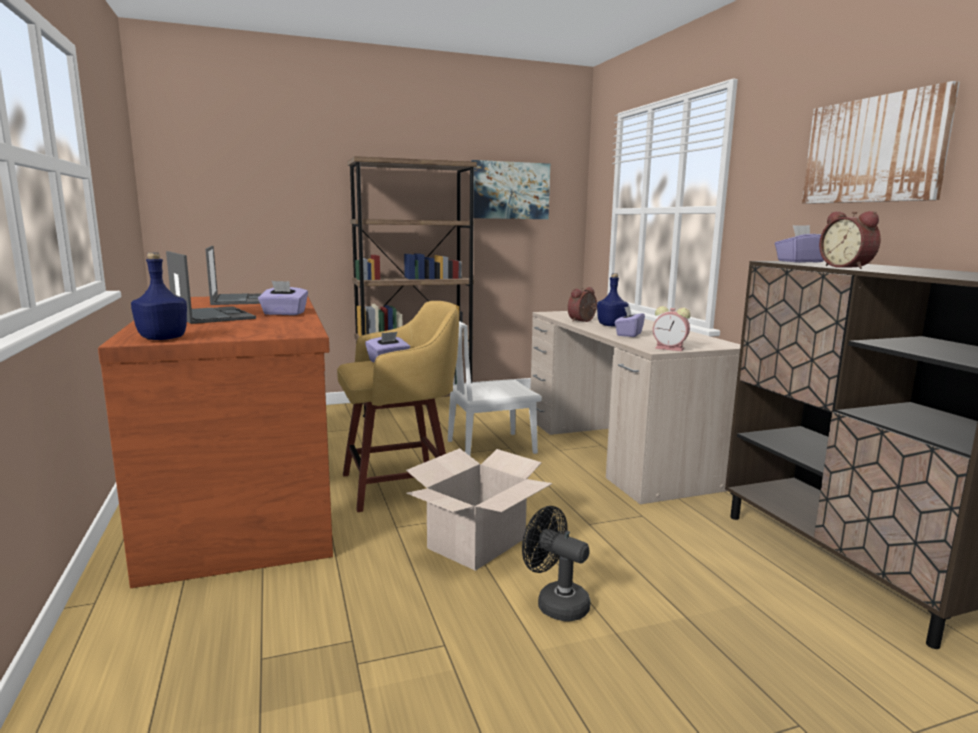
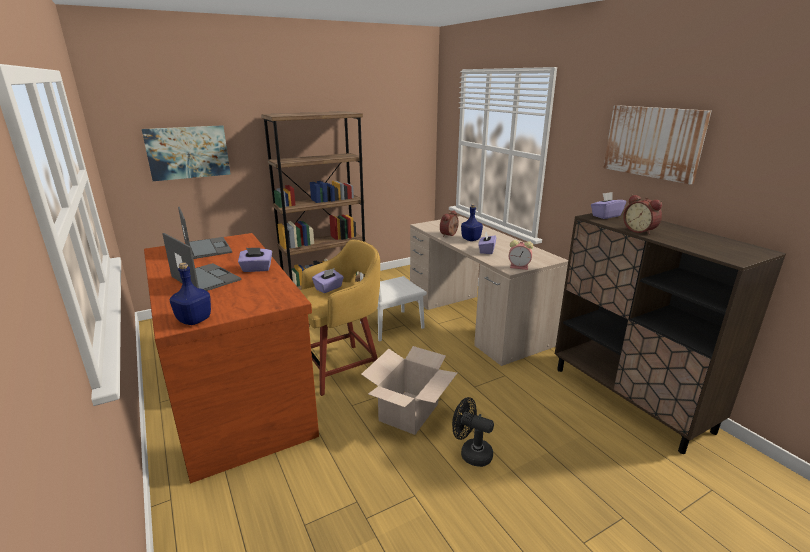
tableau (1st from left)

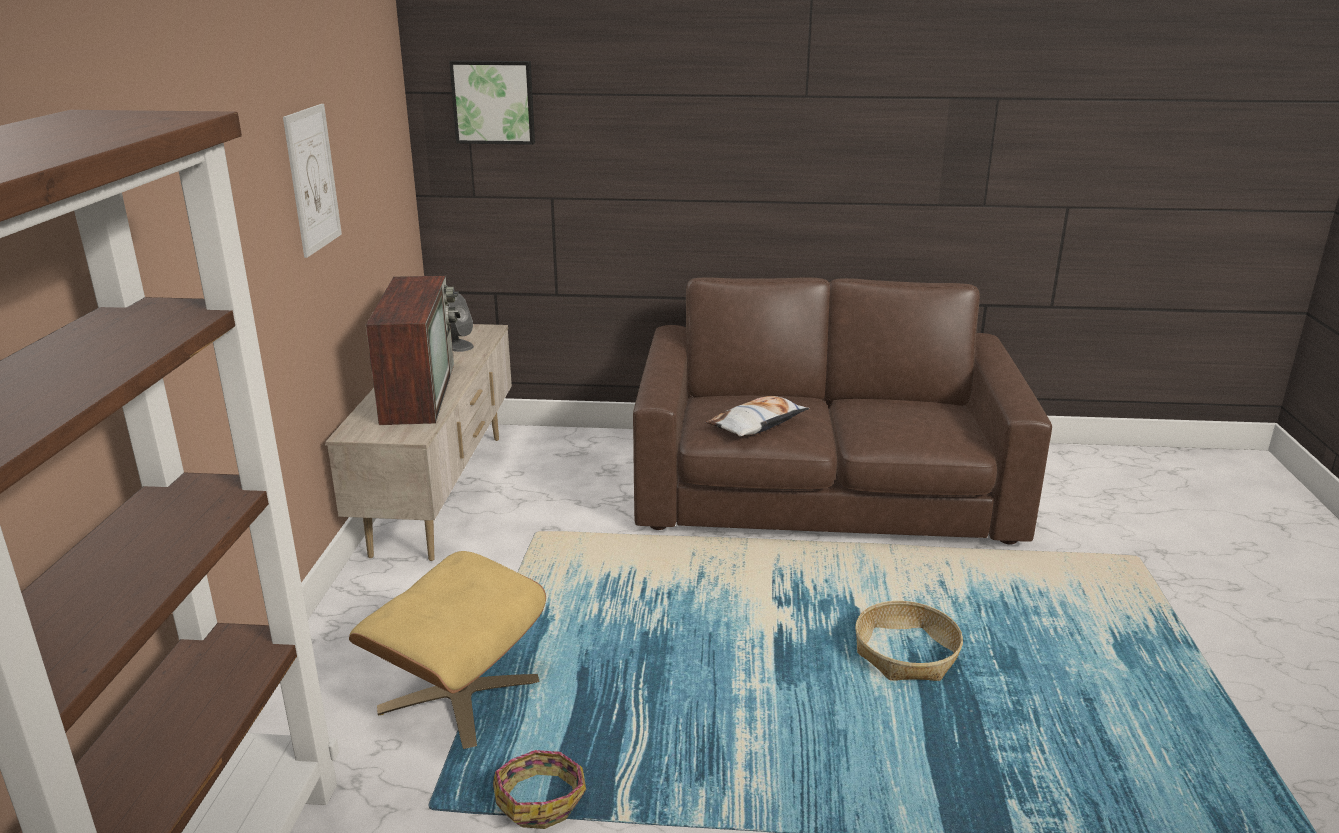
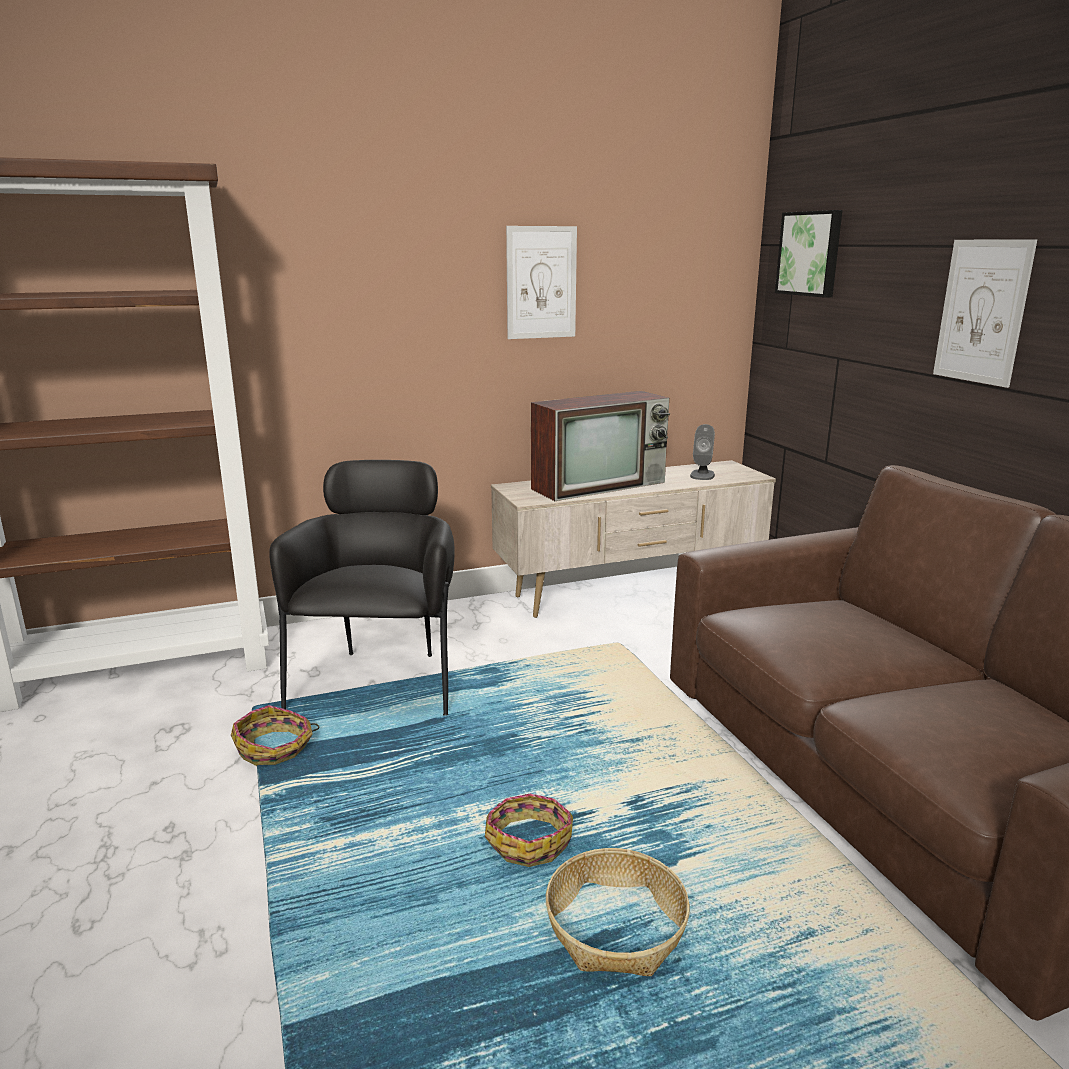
coussin
panier (2nd from left)
tableau (3rd from left)
fauteuil (noir)

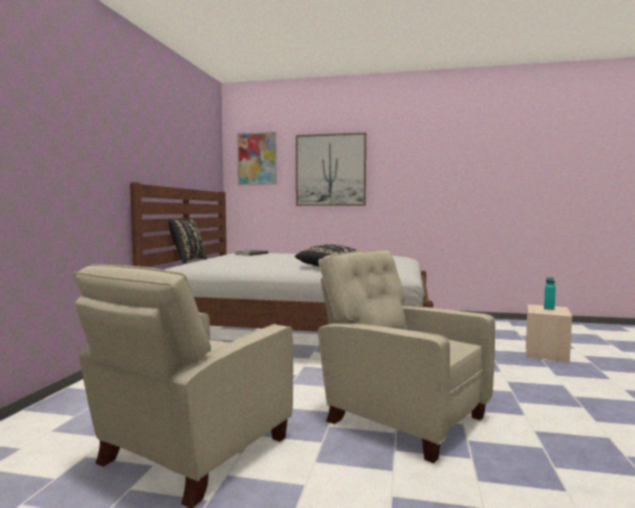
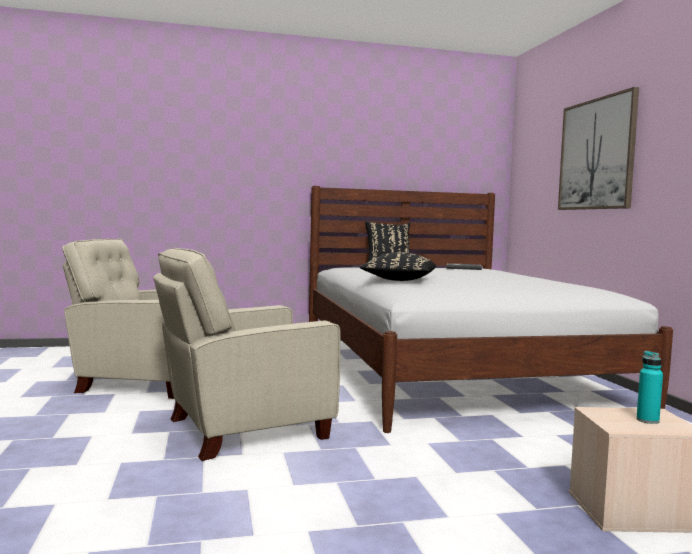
tableau (1st from left in the first image)
fauteuil (beige) (2nd from left)

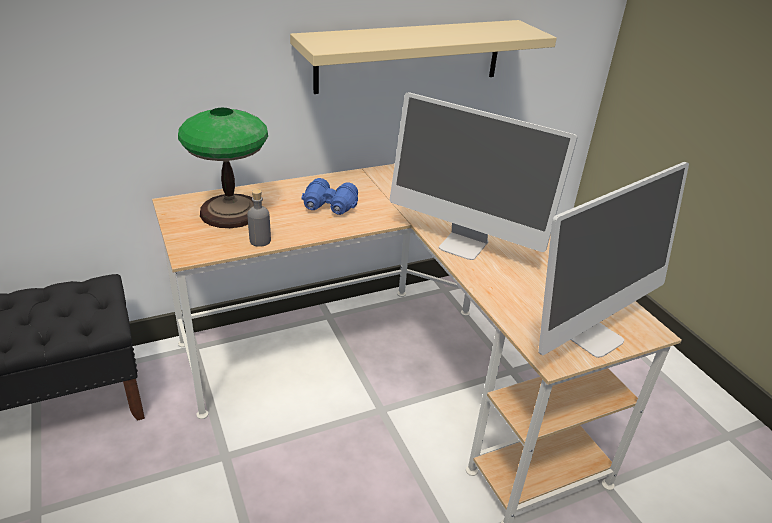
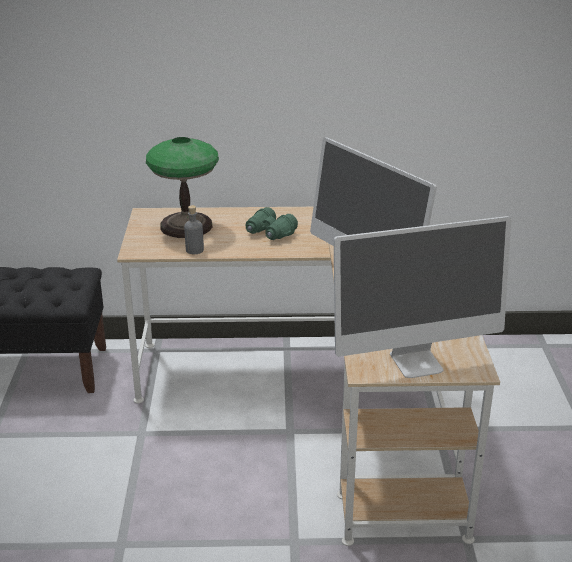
étagère (beige)
jumelles (vert)

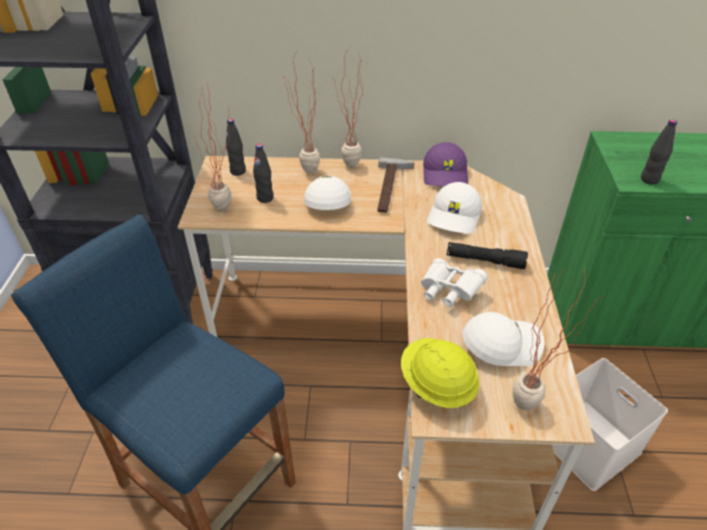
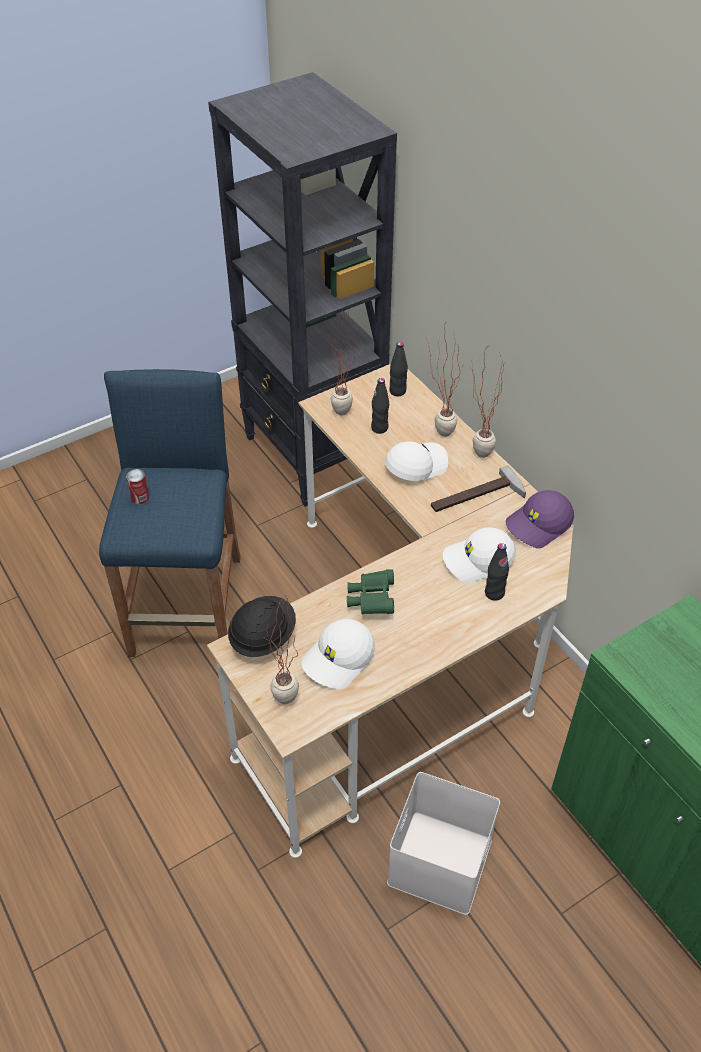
lampe de poche (noir)
boîte métallique
bouteille (noir) (3rd from left)
casque de chantier (noir)
jumelles (vert)
casquette (blanc) (1st from left)

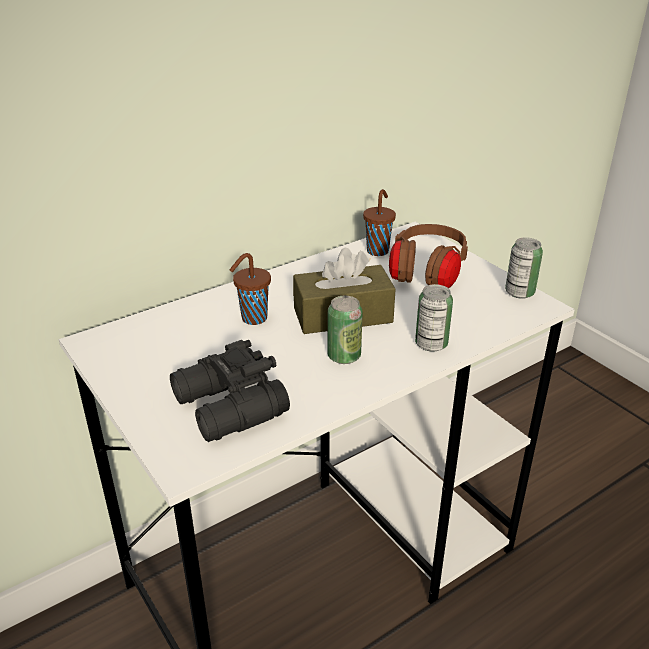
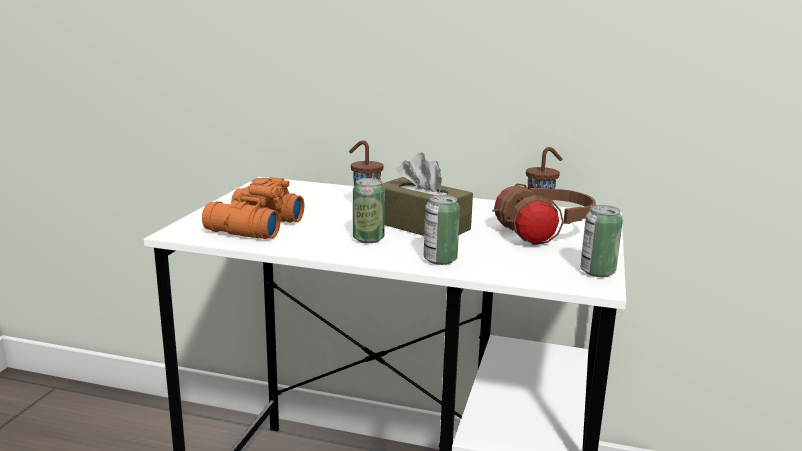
jumelles (orange)

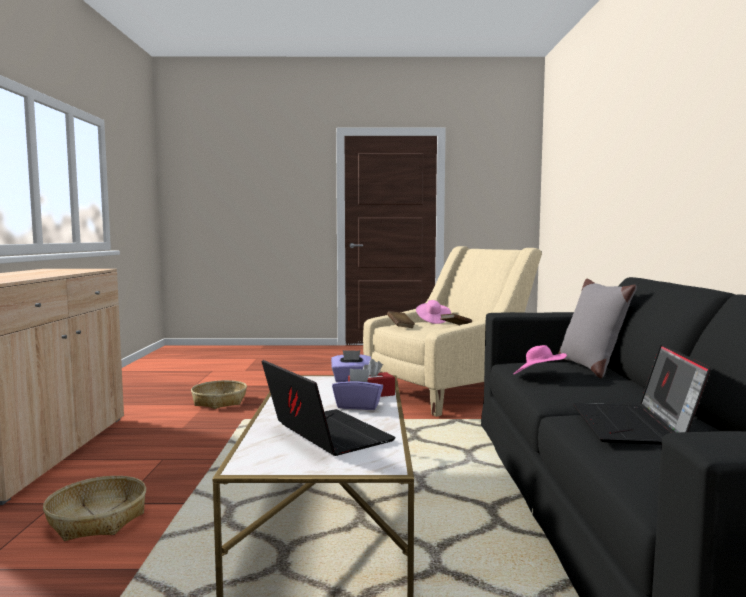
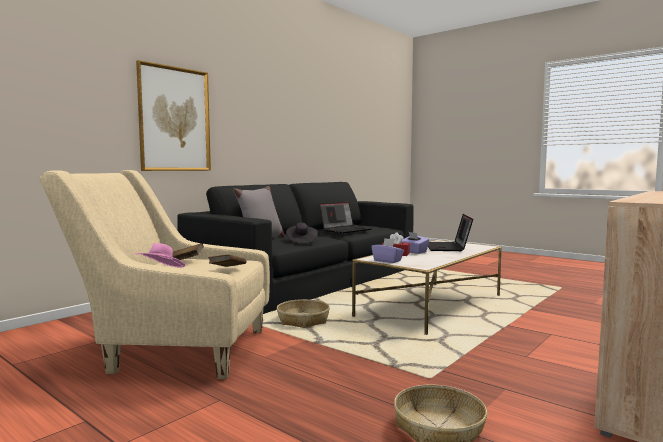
tableau
panier (1st from left)
chapeau (noir)

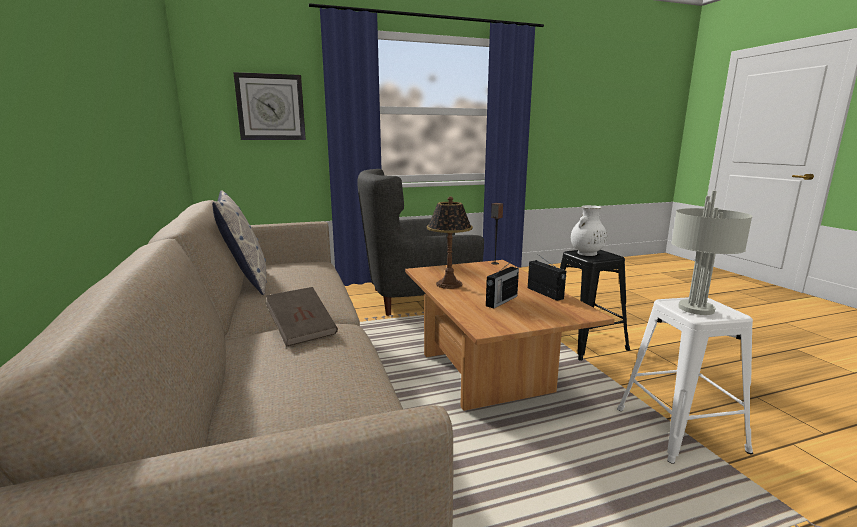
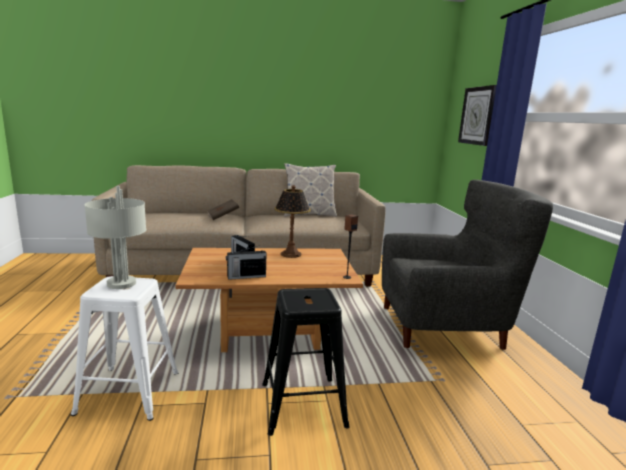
vase (blanc)
fauteuil (gris)

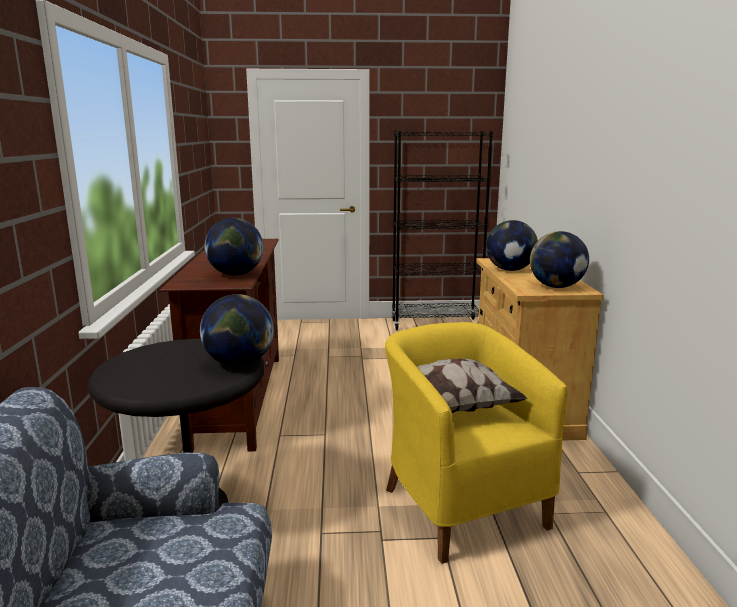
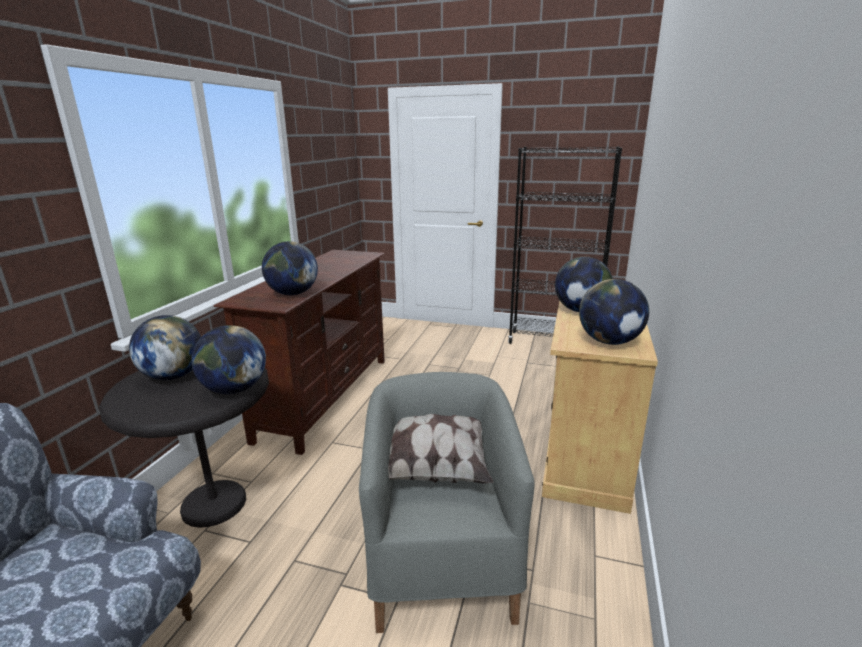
globe (1st from left)
fauteuil (gris)

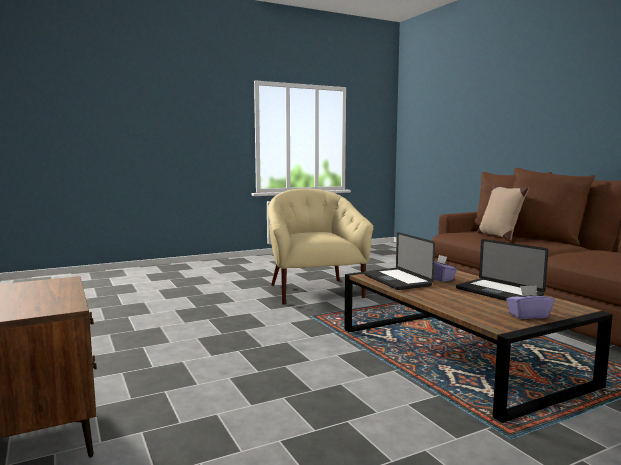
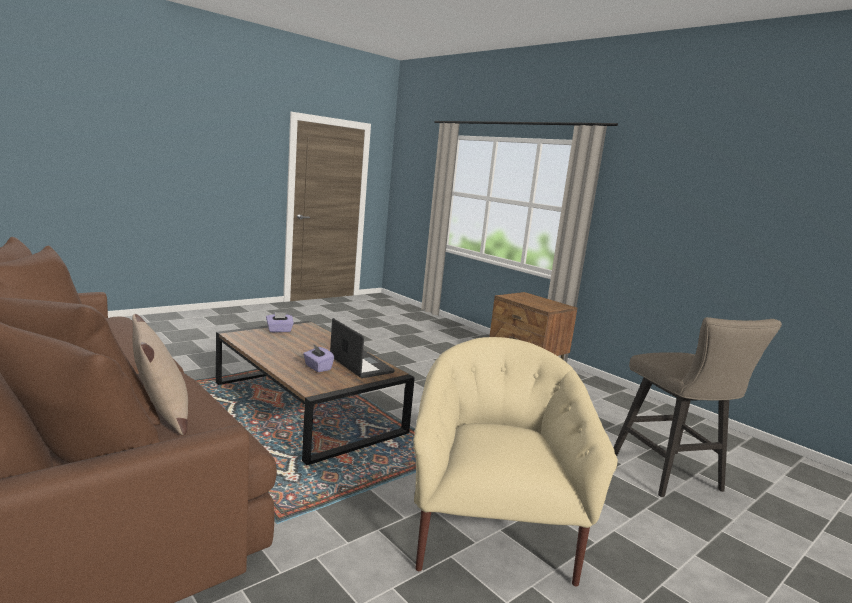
ordinateur portable (2nd from left in the first image)
tabouret (beige)
fauteuil (beige)

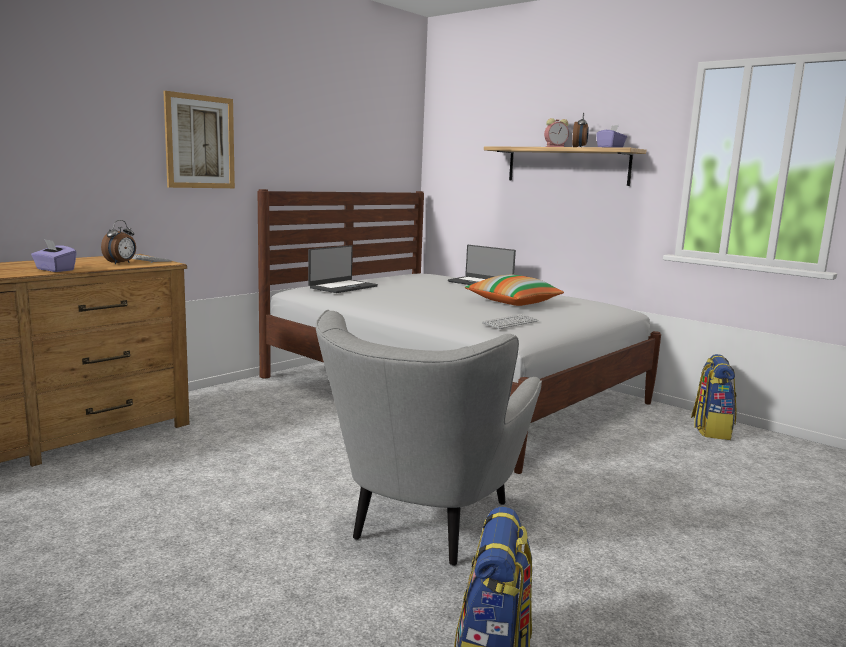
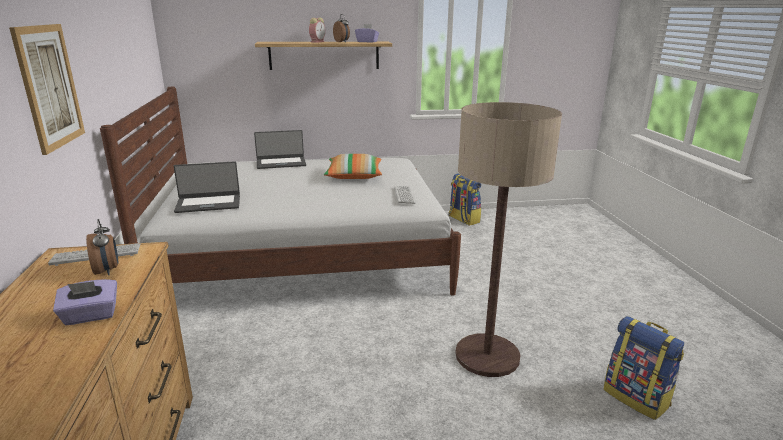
lampadaire
ordinateur portable (1st from left)

